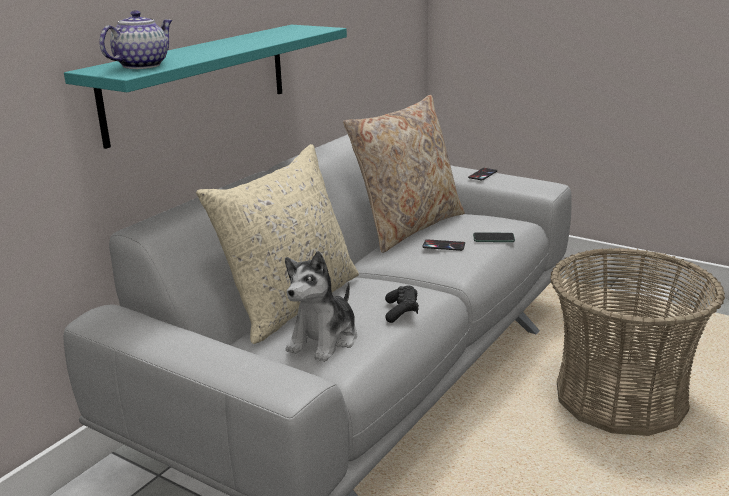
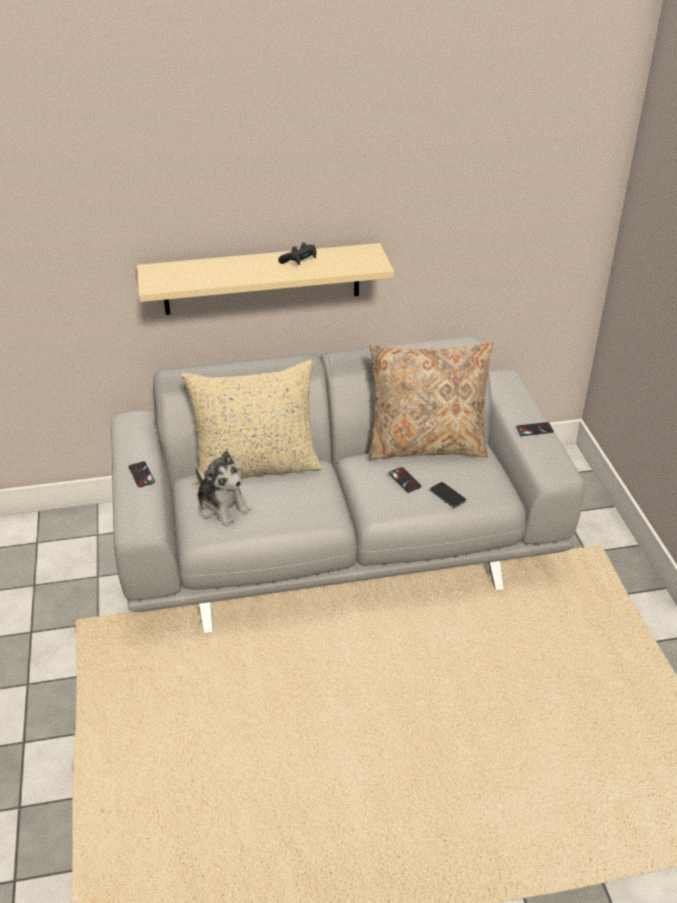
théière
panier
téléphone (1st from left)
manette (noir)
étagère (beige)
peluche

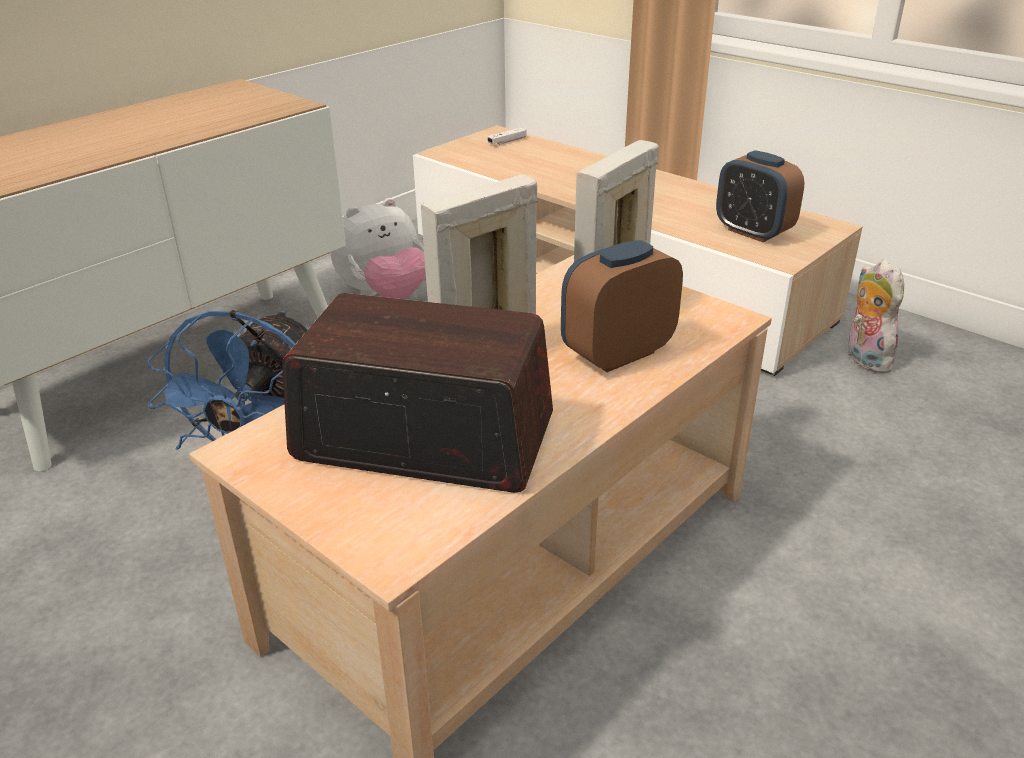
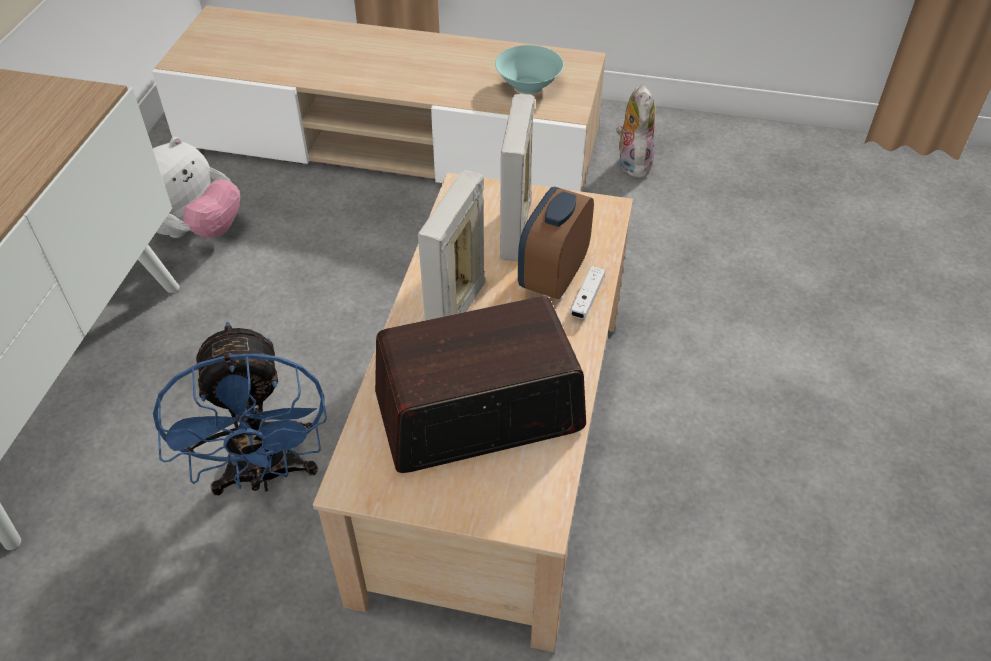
manette (blanc)
bol (turquoise)
peluche (2nd from left)

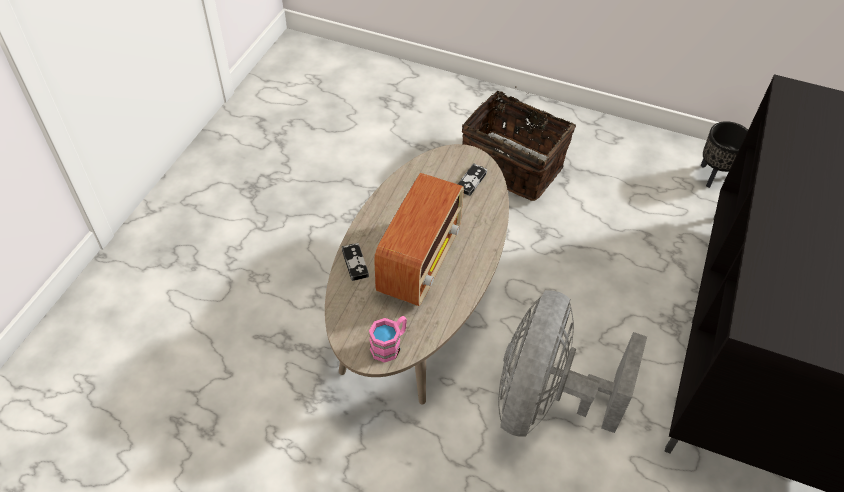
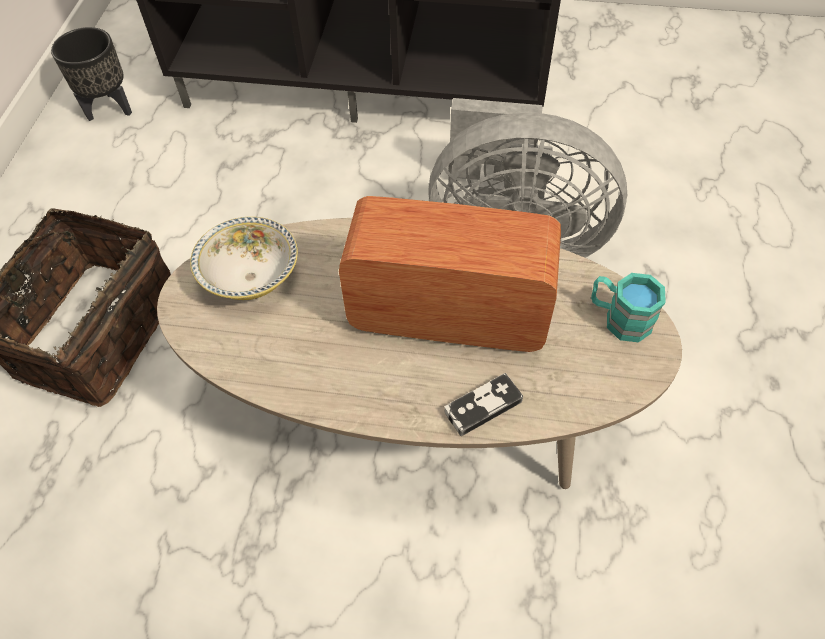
bol
mug (turquoise)

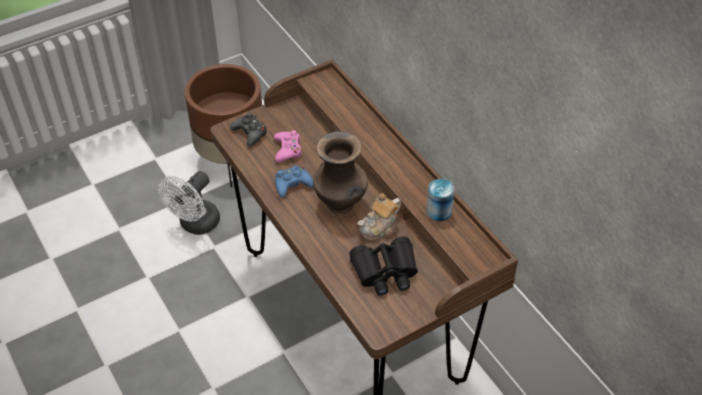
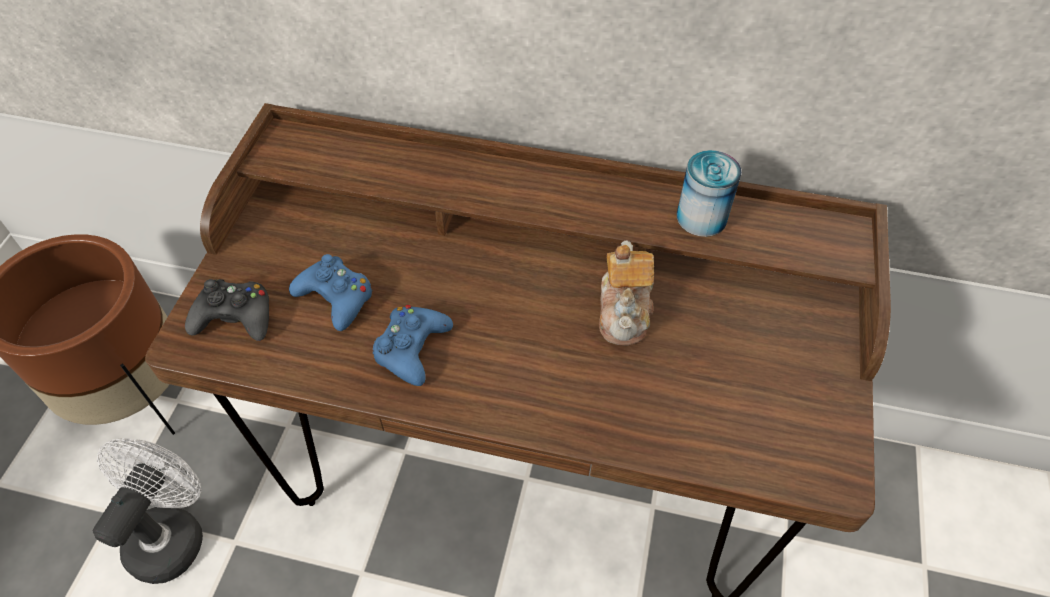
vase (marron)
jumelles (noir)
manette (bleu) (1st from left)
ventilateur (blanc)

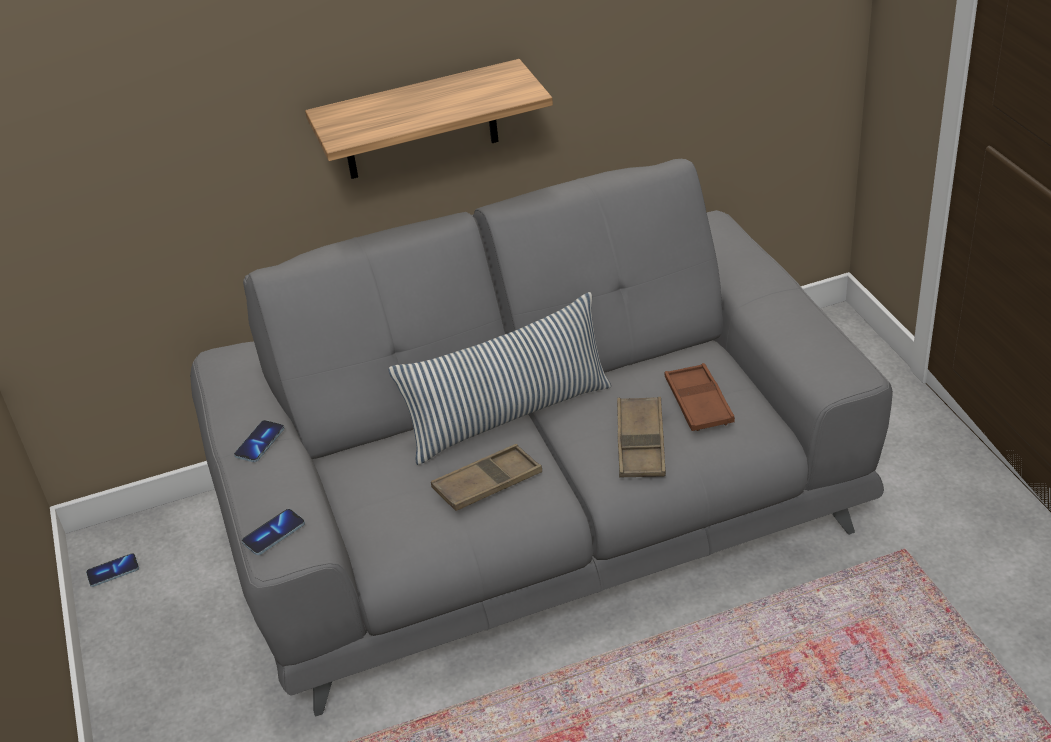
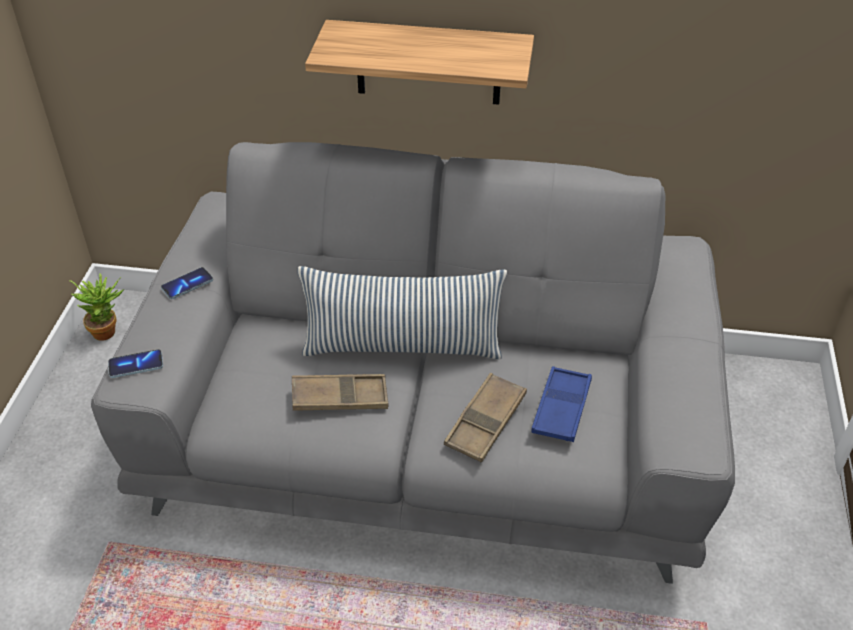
plante en pot
plateau (bleu)

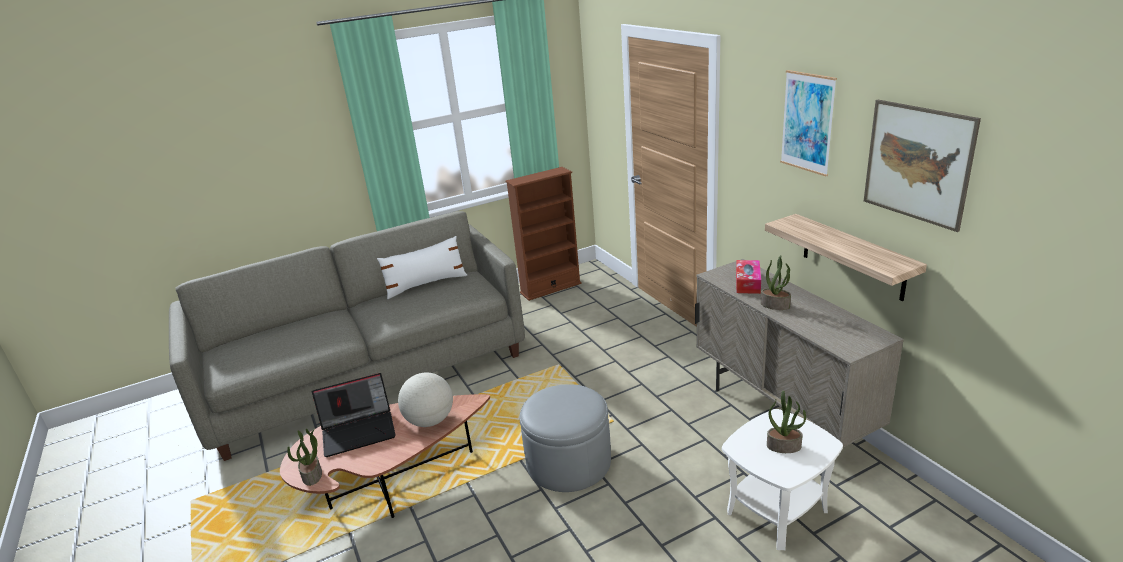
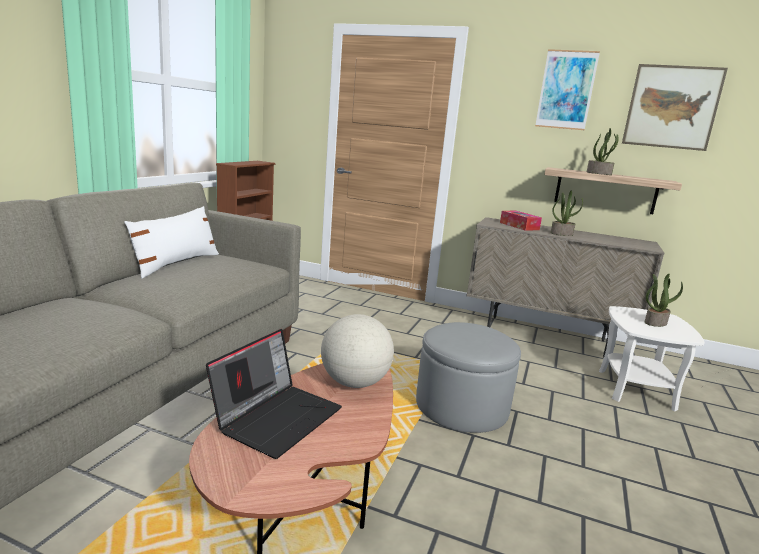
plante en pot (2nd from left)

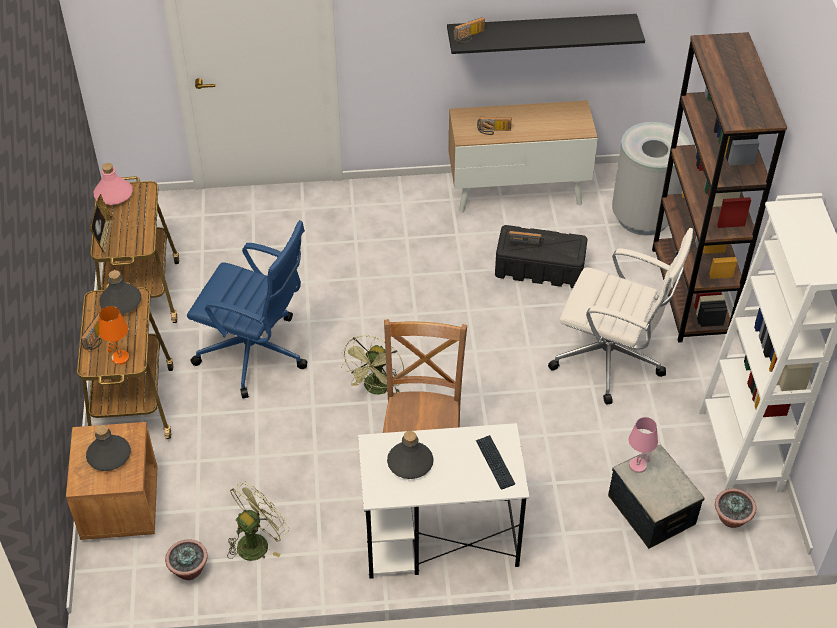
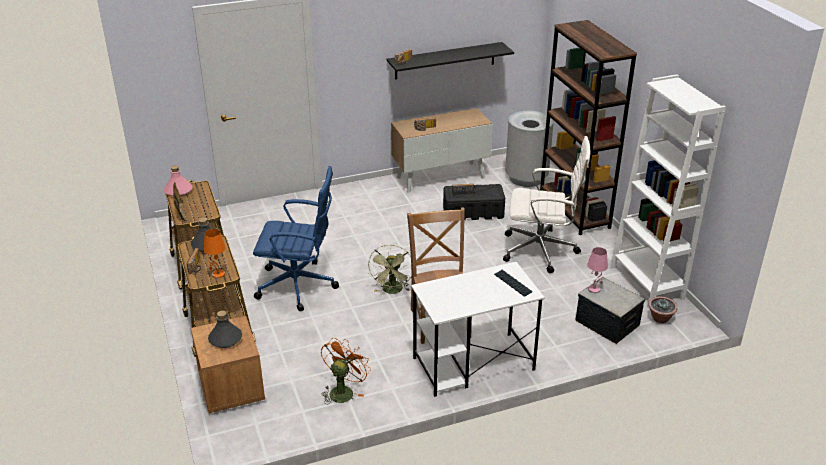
plante en pot (1st from left in the first image)
bouteille (gris) (3rd from left in the first image)
ventilateur (orange)

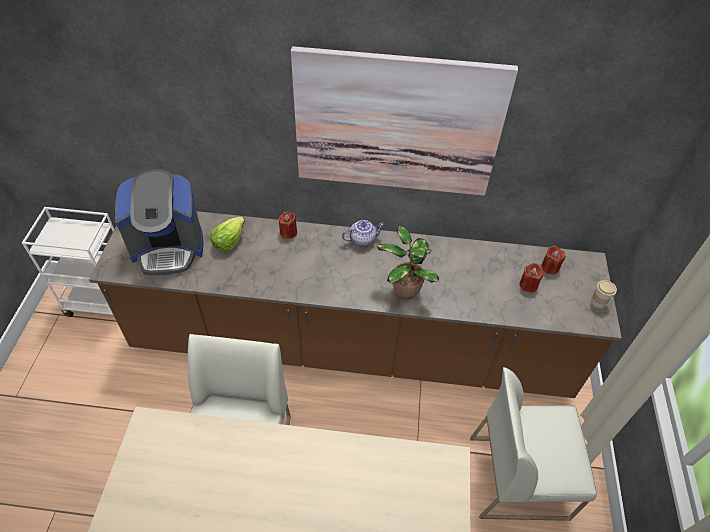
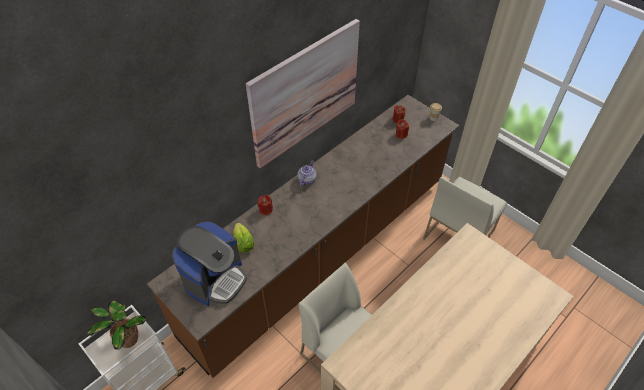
plante en pot

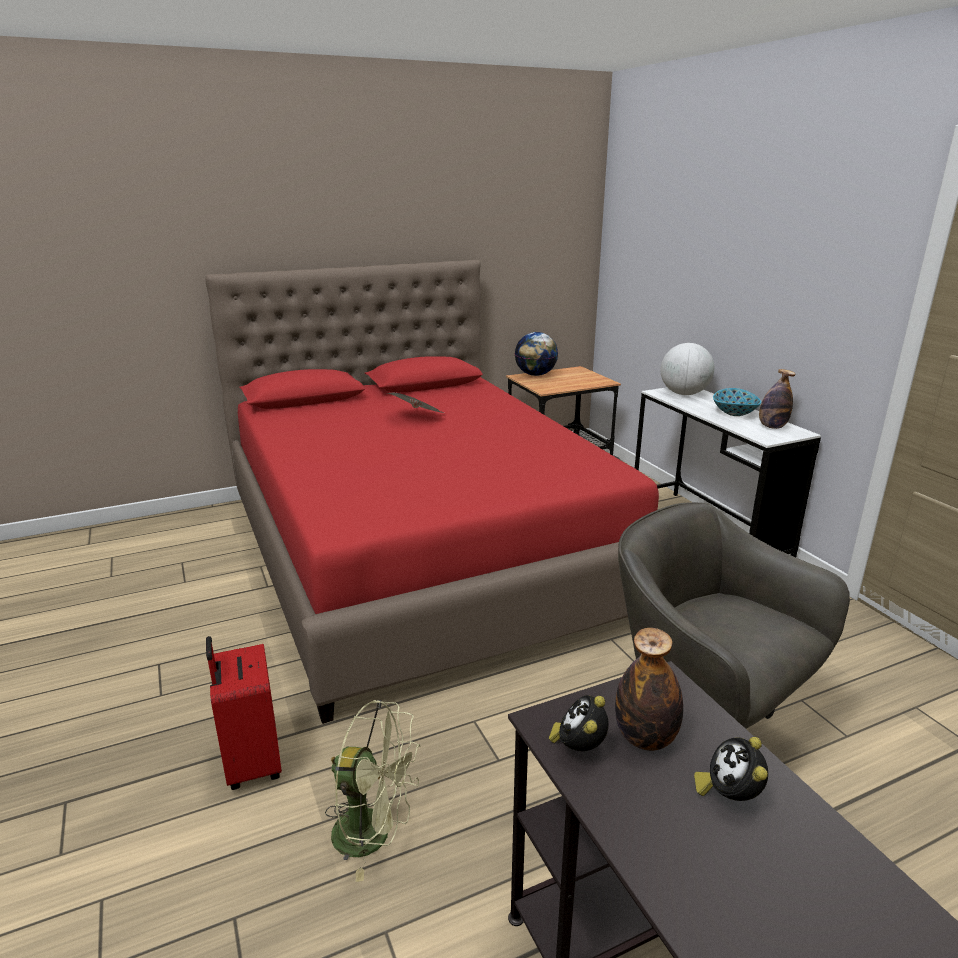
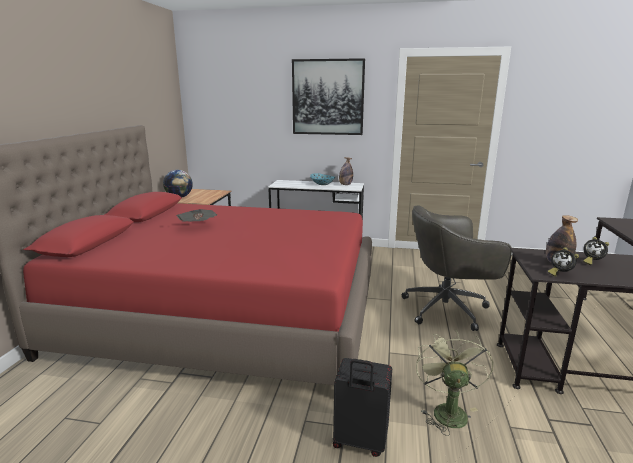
globe (2nd from left in the first image)
tableau
valise (noir)
ventilateur (vert)

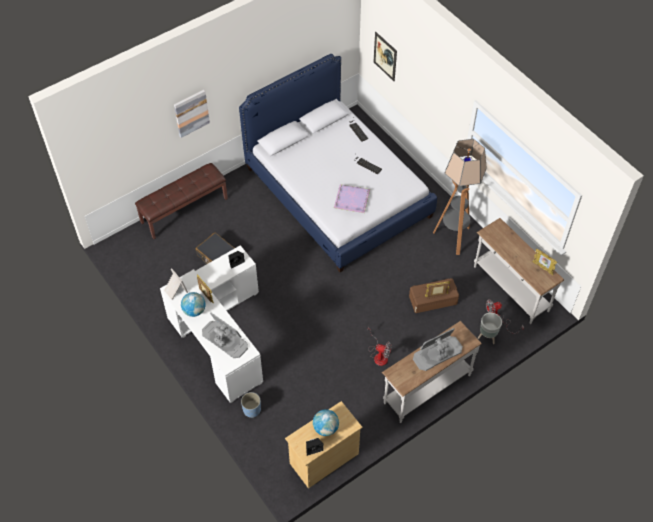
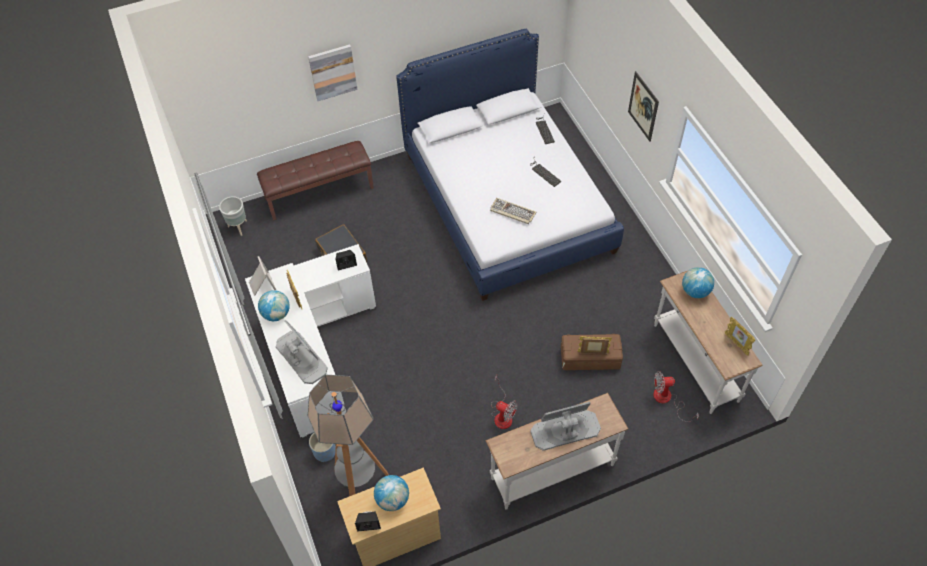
globe (3rd from left)
tableau (2nd from left)
lampadaire
cache-pot (gris)
clavier (1st from left)

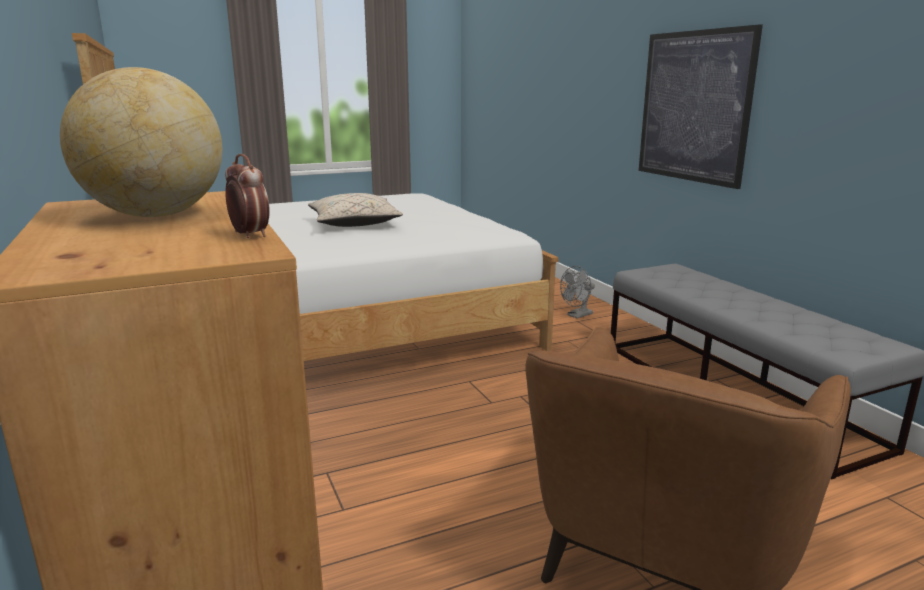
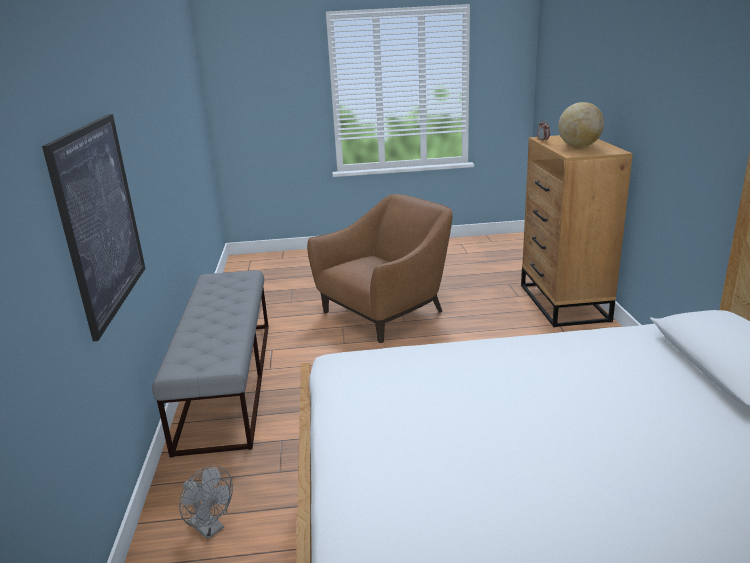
coussin (beige)
ventilateur (gris)

